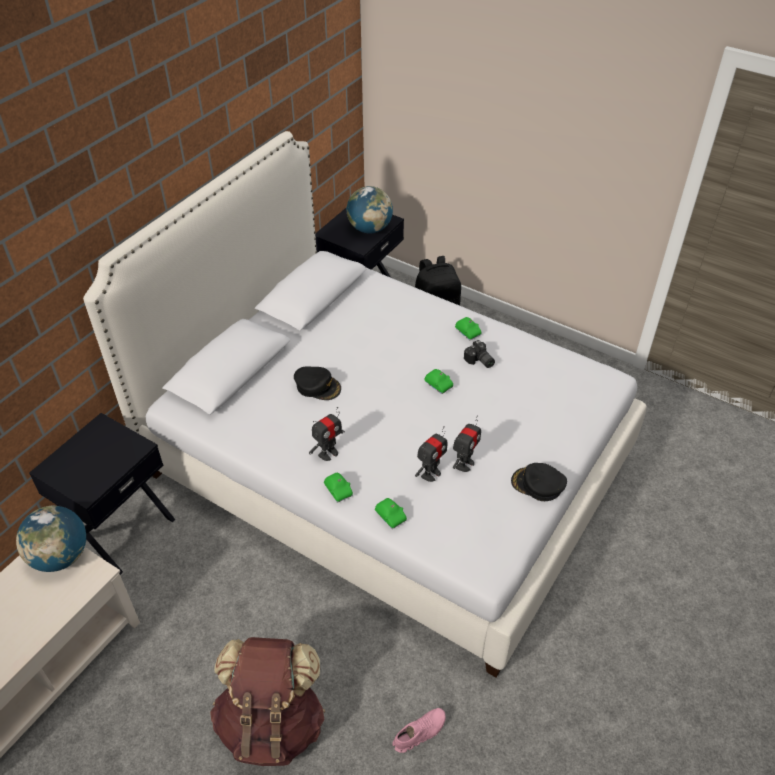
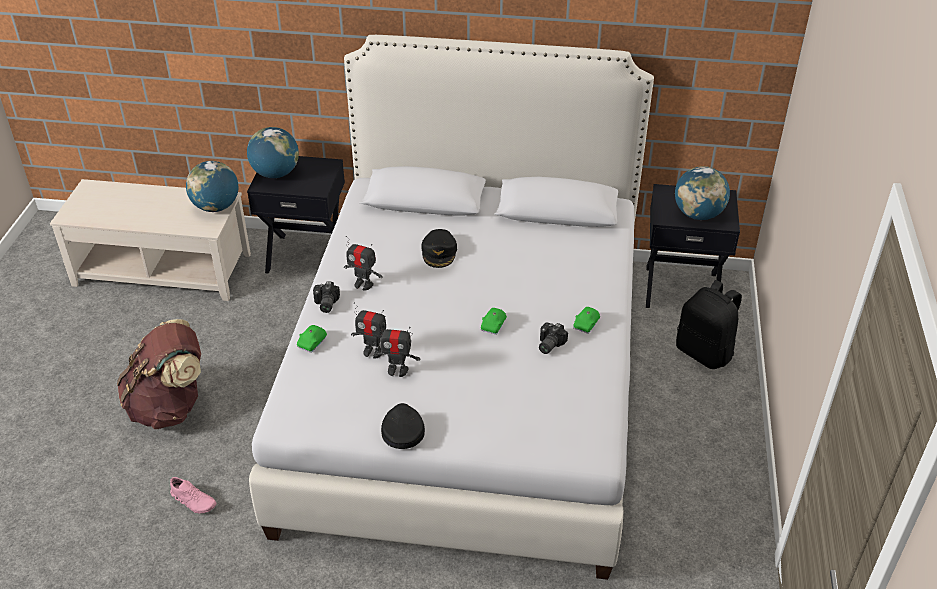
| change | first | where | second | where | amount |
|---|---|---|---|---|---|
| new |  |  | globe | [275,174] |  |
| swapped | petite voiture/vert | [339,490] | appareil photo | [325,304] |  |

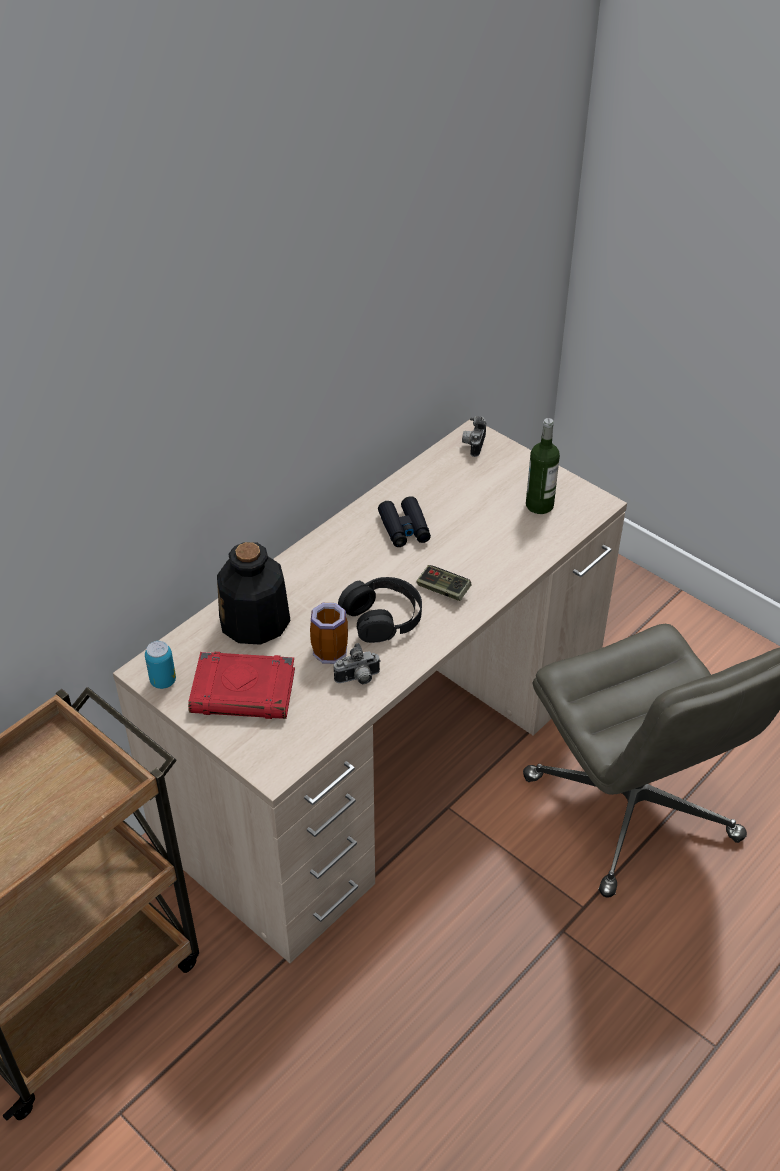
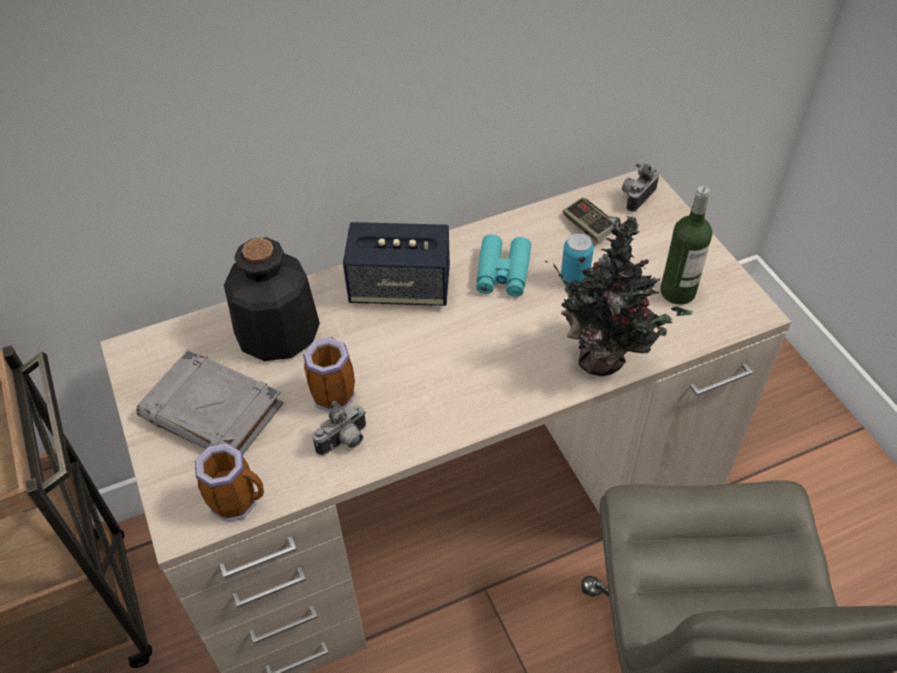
| change | first | where | second | where | amount |
|---|---|---|---|---|---|
| gone | casque audio/noir | [383,616] |  |  |  |
| new |  |  | mug | [239,501] |  |
| new |  |  | enceinte | [400,288] |  |
| new |  |  | plante en pot | [606,359] |  |
| shifted | boîte métallique | [163,681] |  | [574,279] |  |
| shifted | manette | [443,589] |  | [588,227] |  |
| repainted | livre/rouge | [244,691] | livre/gris | [214,412] |  |
| repainted | jumelles/noir | [404,528] | jumelles/turquoise | [503,273] |  |
| rotated | appareil photo | [358,679] |  | [345,442] | 45 degrees counterclockwise |

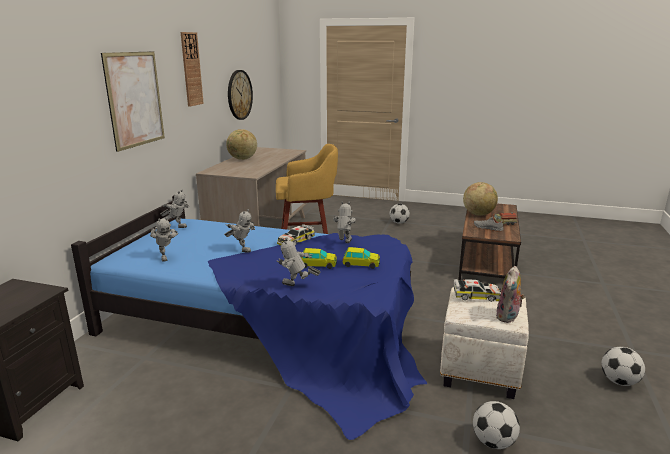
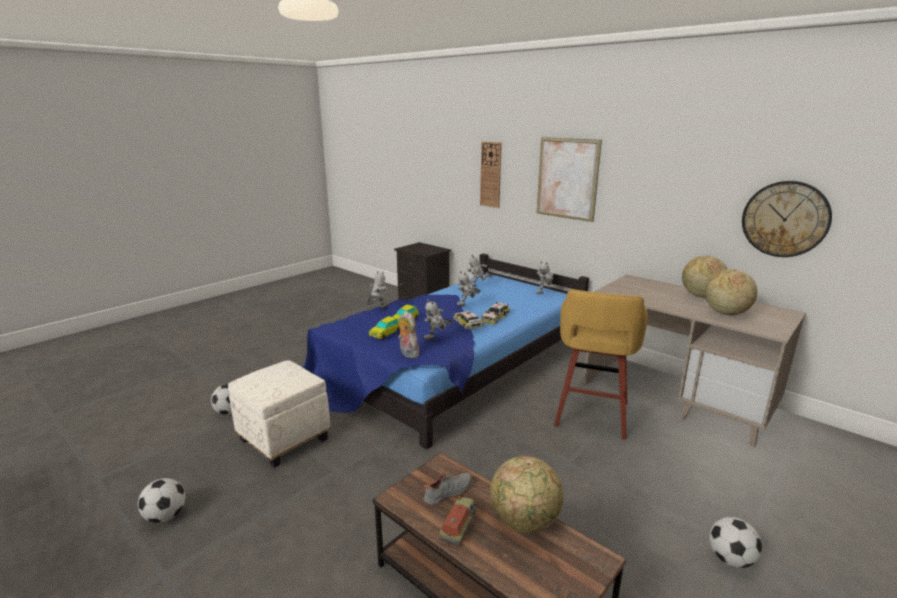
| change | first | where | second | where | amount |
|---|---|---|---|---|---|
| new |  |  | globe | [725,313] |  |
| shifted | horloge murale | [191,69] |  | [491,174] |  |
| shifted | petite voiture | [476,296] |  | [495,317] |  |
| shifted | peluche | [508,317] |  | [407,353] |  |
| rotated | robot jouet | [344,244] |  | [437,338] | 105 degrees clockwise |

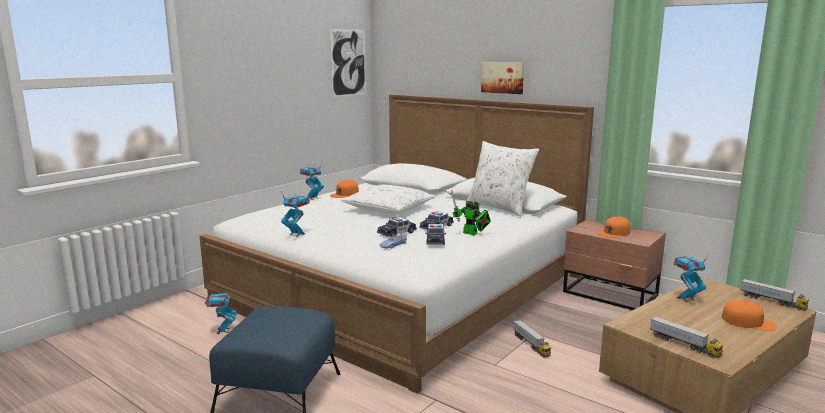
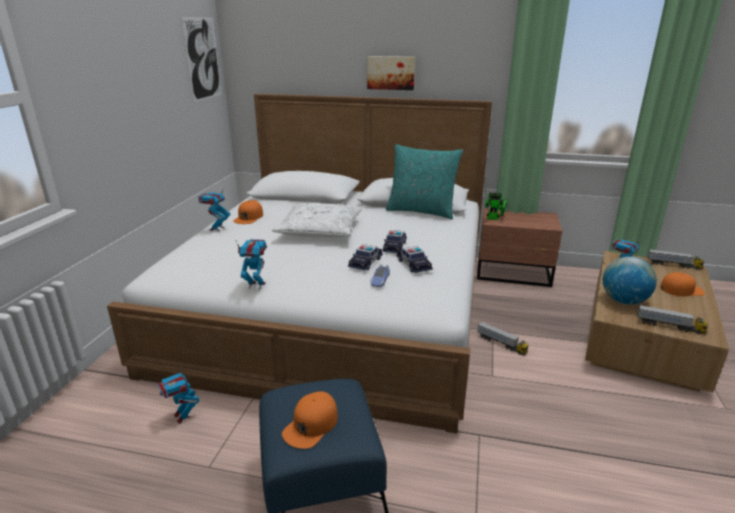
| change | first | where | second | where | amount |
|---|---|---|---|---|---|
| new |  |  | globe | [623,301] |  |
| shifted | robot jouet | [472,233] |  | [494,219] |  |
| shifted | casquette/orange | [614,232] |  | [311,425] |  |
| repainted | coussin/blanc | [499,208] | coussin/turquoise | [421,211] |  |

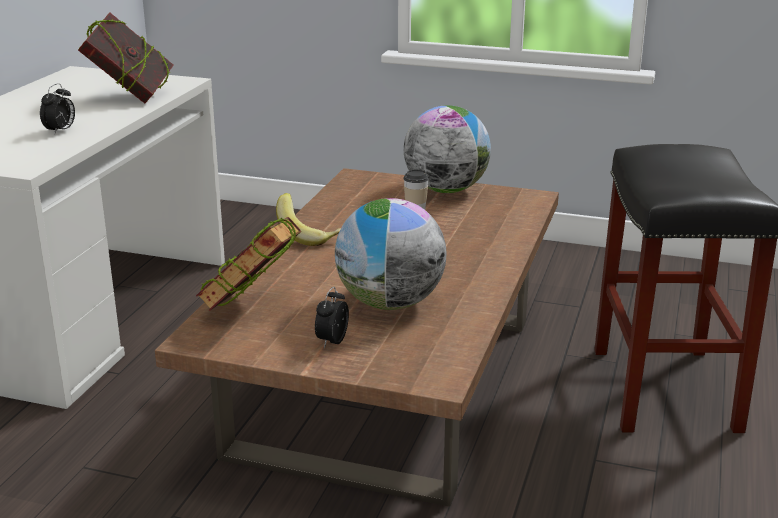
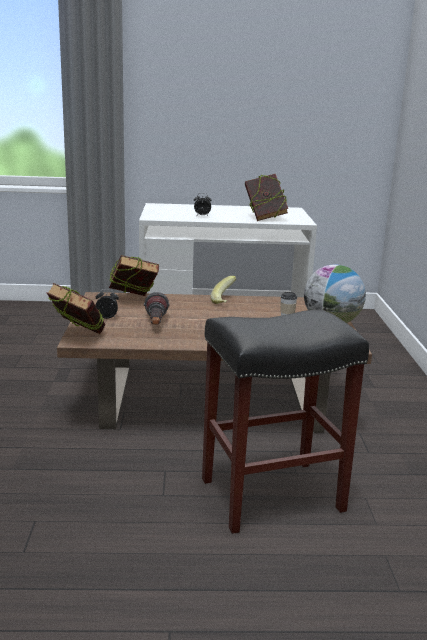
| change | first | where | second | where | amount |
|---|---|---|---|---|---|
| new |  |  | livre | [78,337] |  |
| swapped | globe | [390,303] | lampe de poche | [156,324] |  |

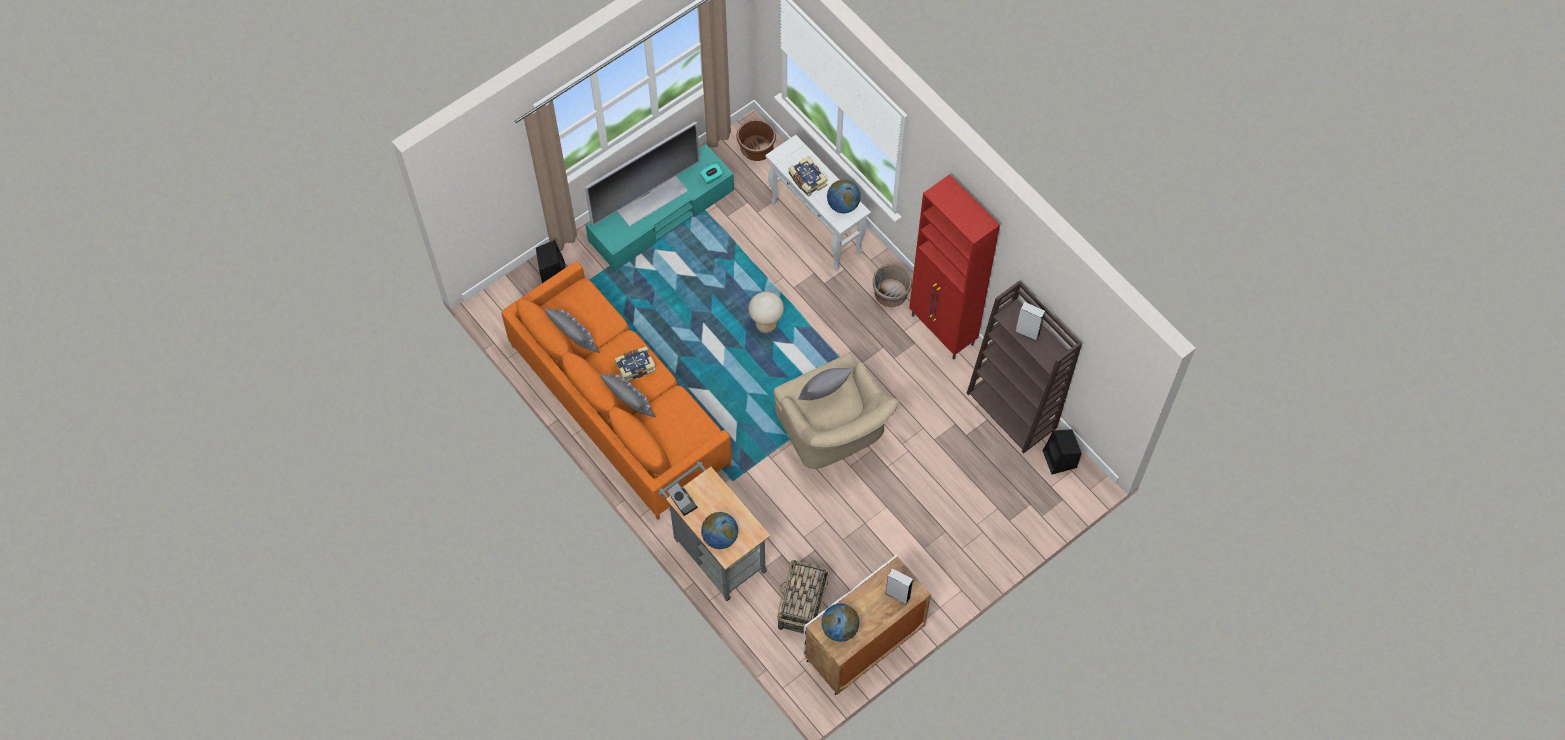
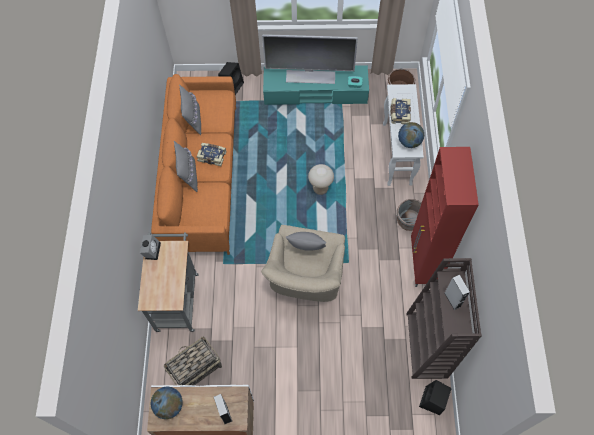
| change | first | where | second | where | amount |
|---|---|---|---|---|---|
| gone | globe | [720,537] |  |  |  |

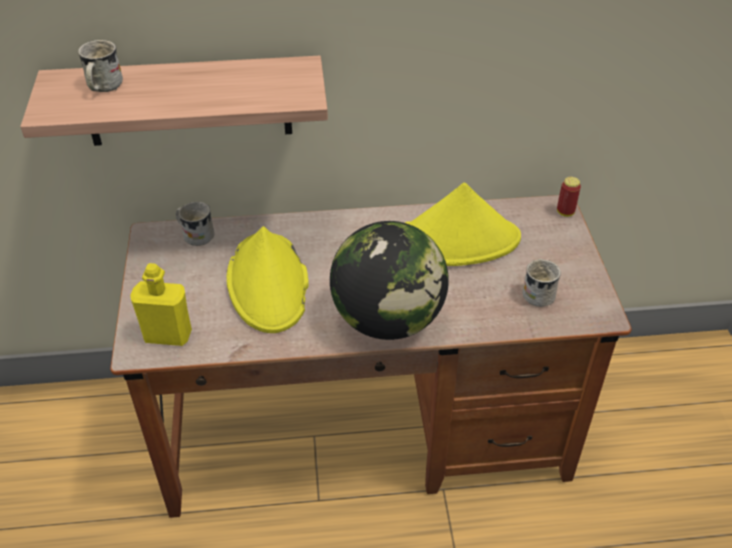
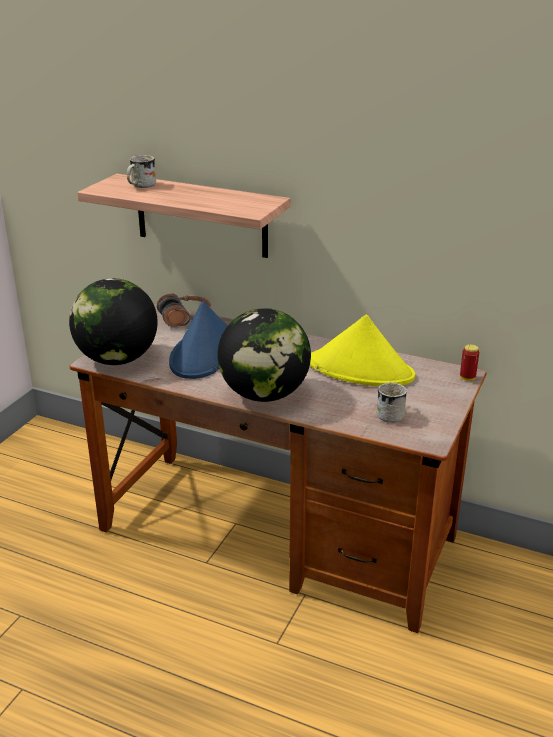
| change | first | where | second | where | amount |
|---|---|---|---|---|---|
| swapped | bouteille/jaune | [168,335] | globe | [117,359] |  |
| swapped | mug/blanc | [195,234] | casque audio | [185,318] |  |
| repainted | chapeau/jaune | [268,283] | chapeau/bleu | [205,354] |  |

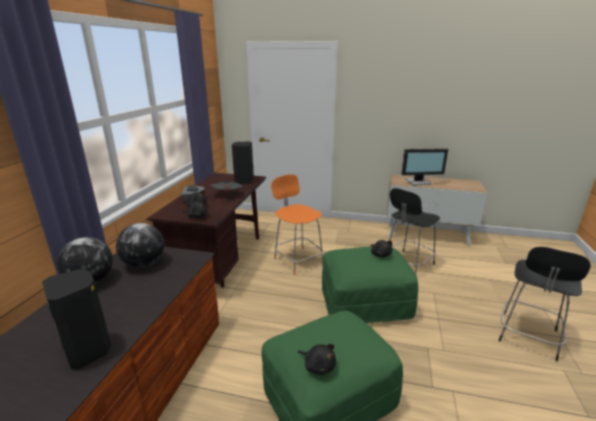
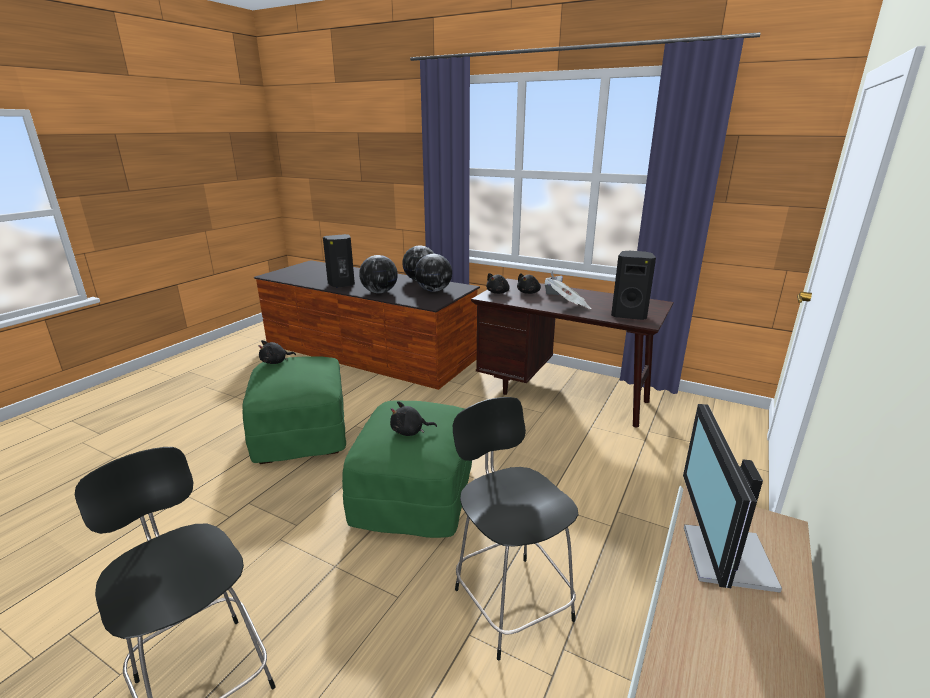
| change | first | where | second | where | amount |
|---|---|---|---|---|---|
| gone | chaise/orange | [297,260] |  |  |  |
| new |  |  | globe | [379,292] |  |

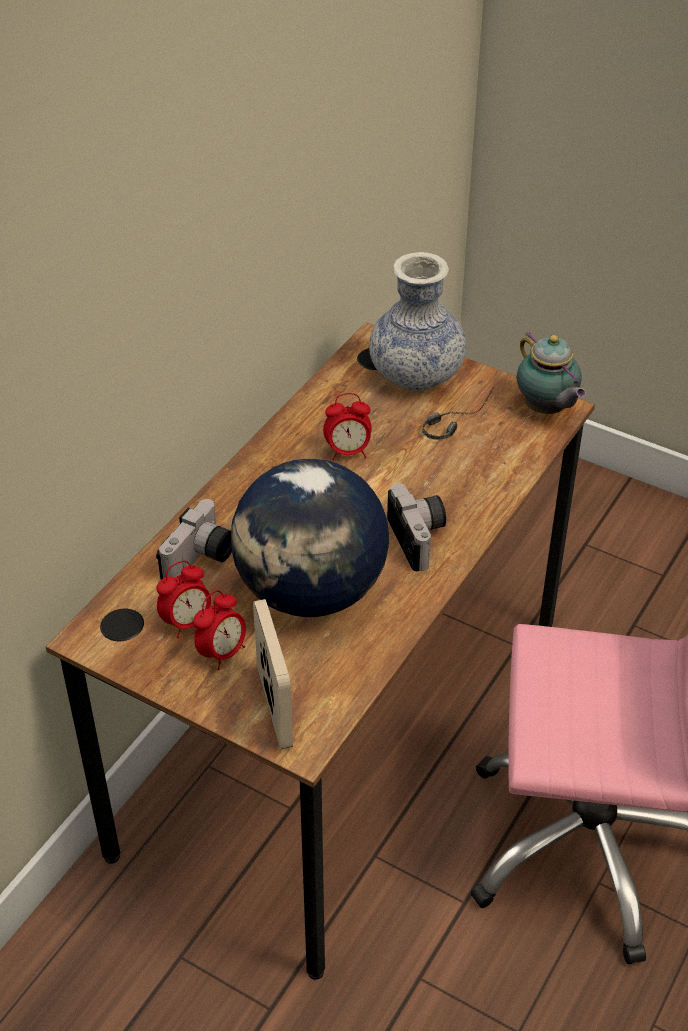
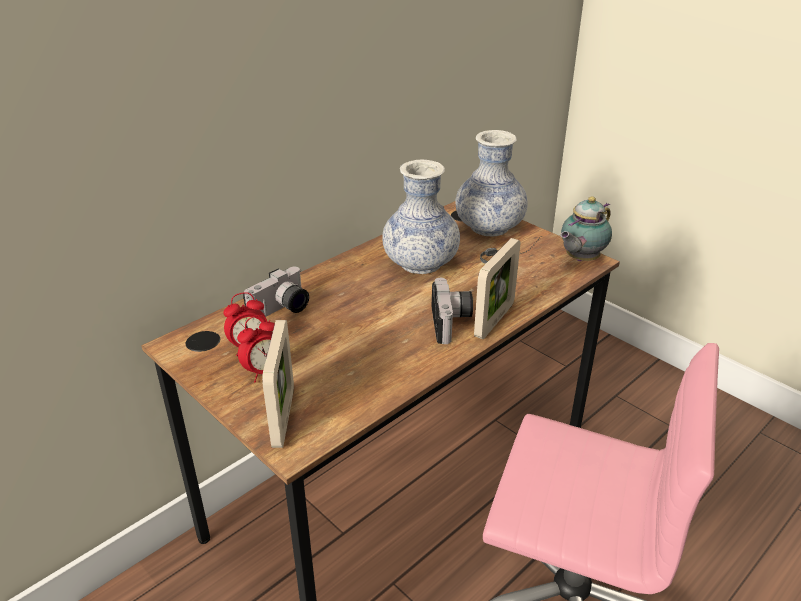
| change | first | where | second | where | amount |
|---|---|---|---|---|---|
| gone | globe | [311,592] |  |  |  |
| new |  |  | cadre photo | [494,320] |  |
| swapped | réveil | [348,452] | vase | [420,263] |  |
| rotated | théière | [546,410] |  | [580,259] | 60 degrees clockwise |

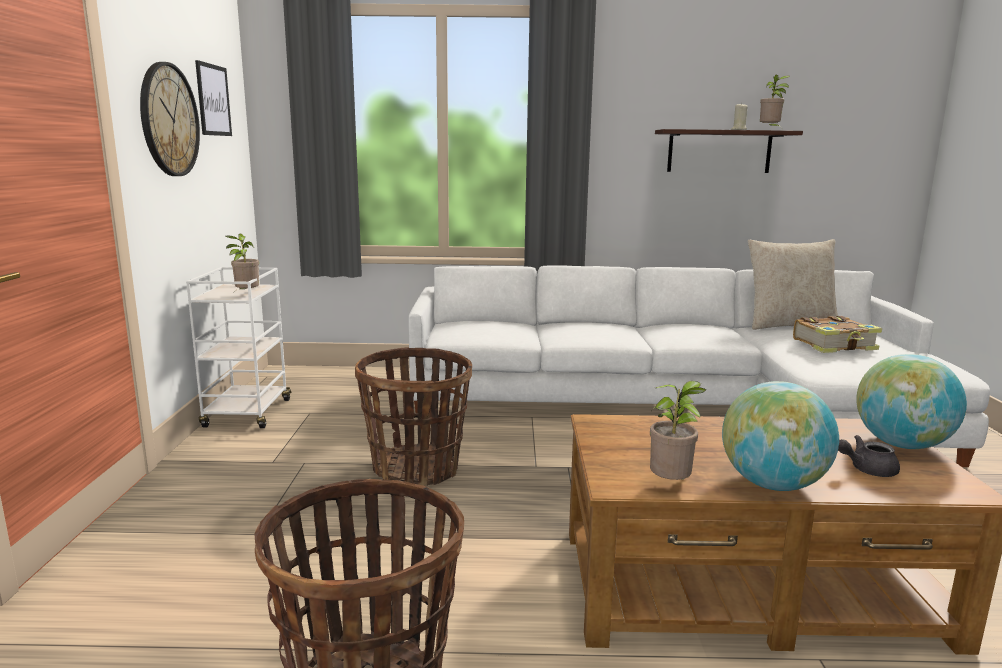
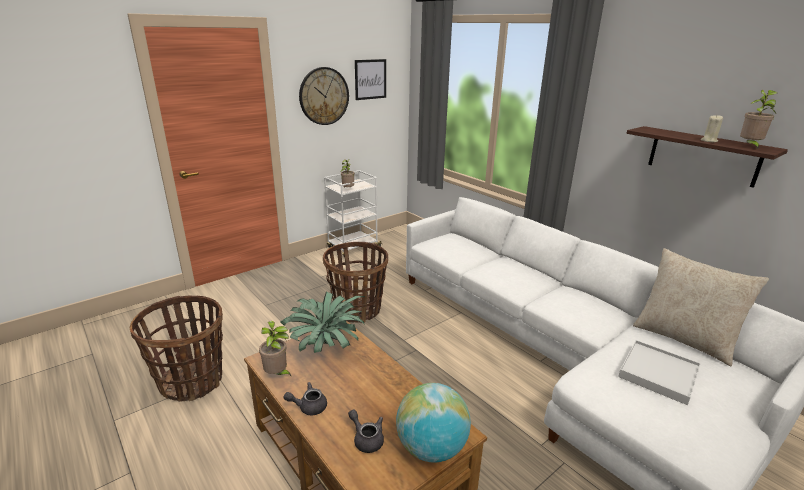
| change | first | where | second | where | amount |
|---|---|---|---|---|---|
| new |  |  | plante en pot | [327,346] |  |
| swapped | globe | [772,484] | théière/gris | [308,407] |  |
| swapped | livre | [835,345] | plateau/blanc | [658,373] |  |

